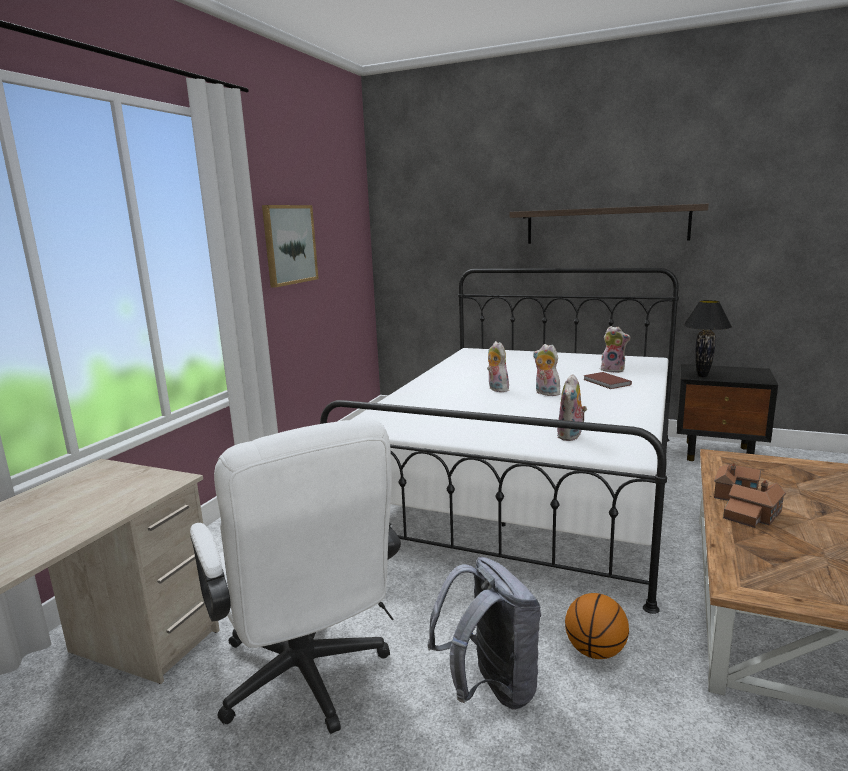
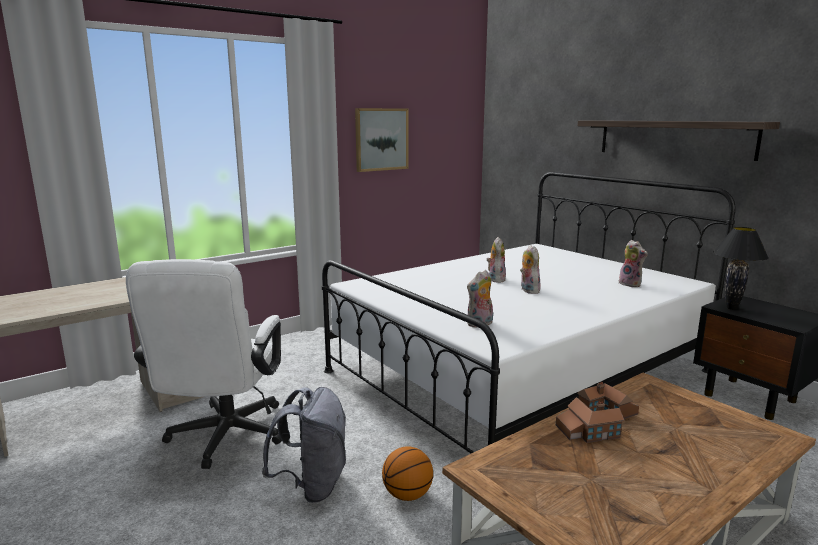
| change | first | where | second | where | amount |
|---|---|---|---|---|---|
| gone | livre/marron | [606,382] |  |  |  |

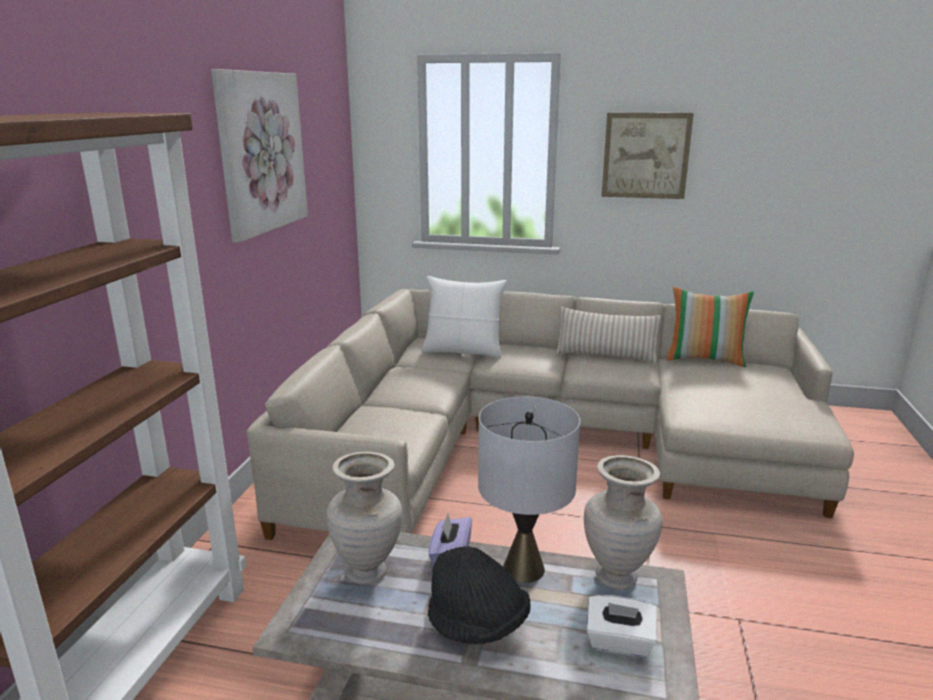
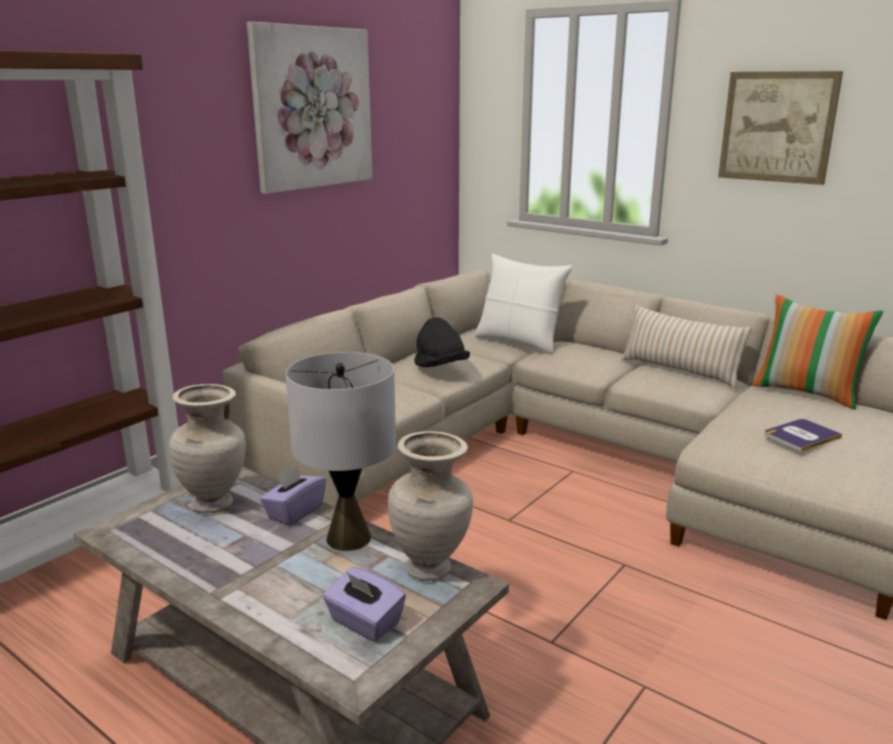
| change | first | where | second | where | amount |
|---|---|---|---|---|---|
| new |  |  | livre | [801,436] |  |
| shifted | chapeau/noir | [477,625] |  | [440,368] |  |
| repainted | boîte à mouchoirs/blanc | [619,643] | boîte à mouchoirs/violet | [364,622] |  |

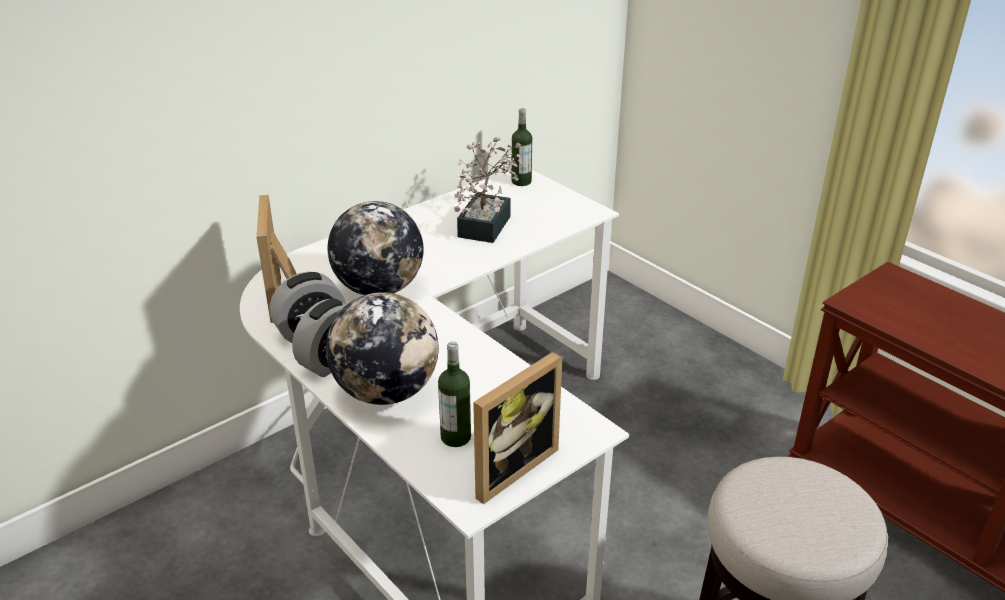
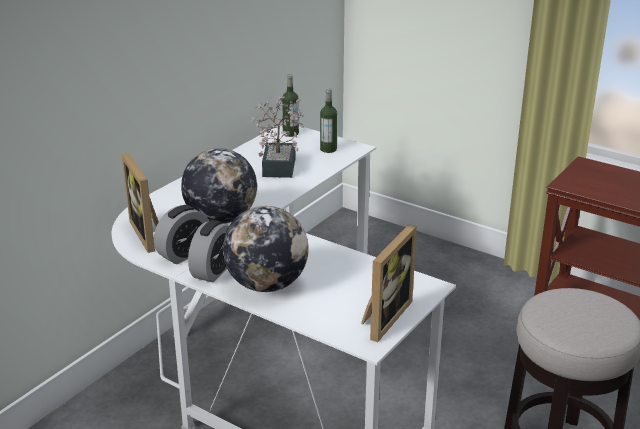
| change | first | where | second | where | amount |
|---|---|---|---|---|---|
| shifted | bouteille | [455,437] |  | [328,149] |  |

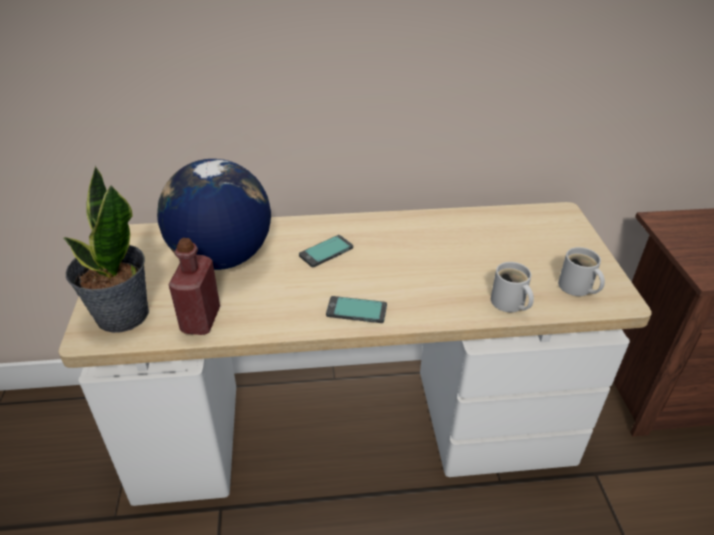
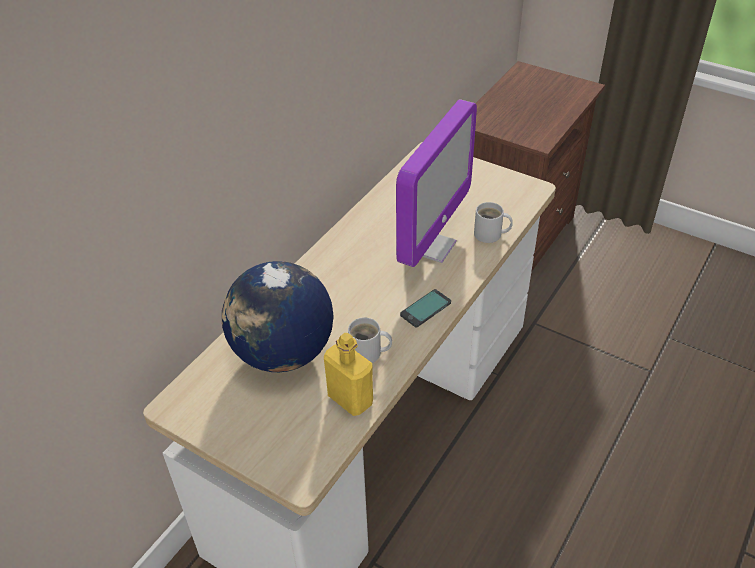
| change | first | where | second | where | amount |
|---|---|---|---|---|---|
| gone | plante en pot | [121,315] |  |  |  |
| gone | téléphone | [326,252] |  |  |  |
| new |  |  | écran d'ordinateur | [430,246] |  |
| shifted | mug/blanc | [576,288] |  | [368,354] |  |
| repainted | bouteille/rouge | [201,320] | bouteille/jaune | [350,399] |  |

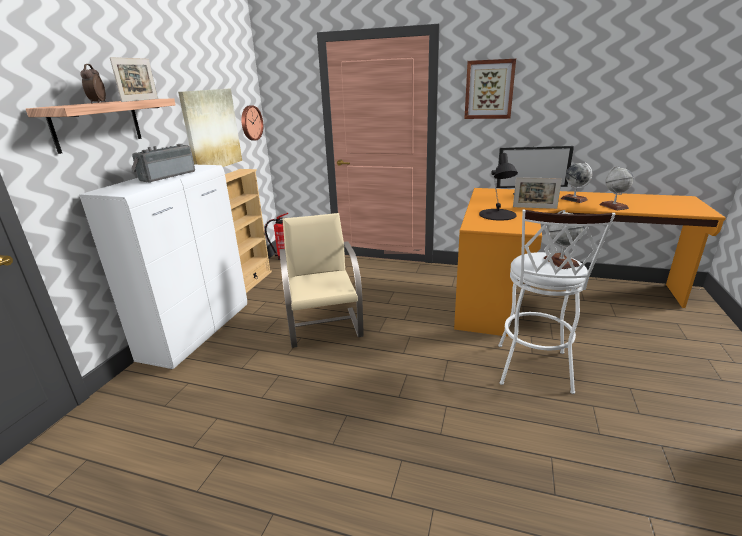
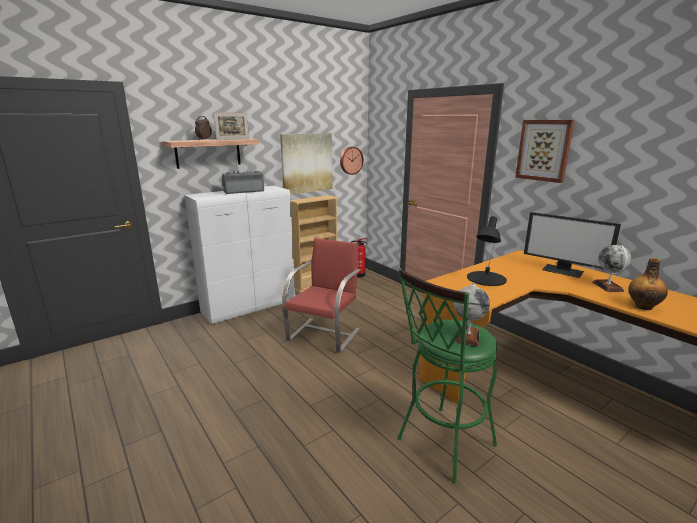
| change | first | where | second | where | amount |
|---|---|---|---|---|---|
| gone | cadre photo | [534,207] |  |  |  |
| swapped | globe | [613,206] | bouteille | [643,306] |  |
| repainted | chaise/beige | [324,326] | chaise/rouge | [325,334] |  |
| repainted | tabouret/blanc | [533,372] | tabouret/vert | [441,445] |  |

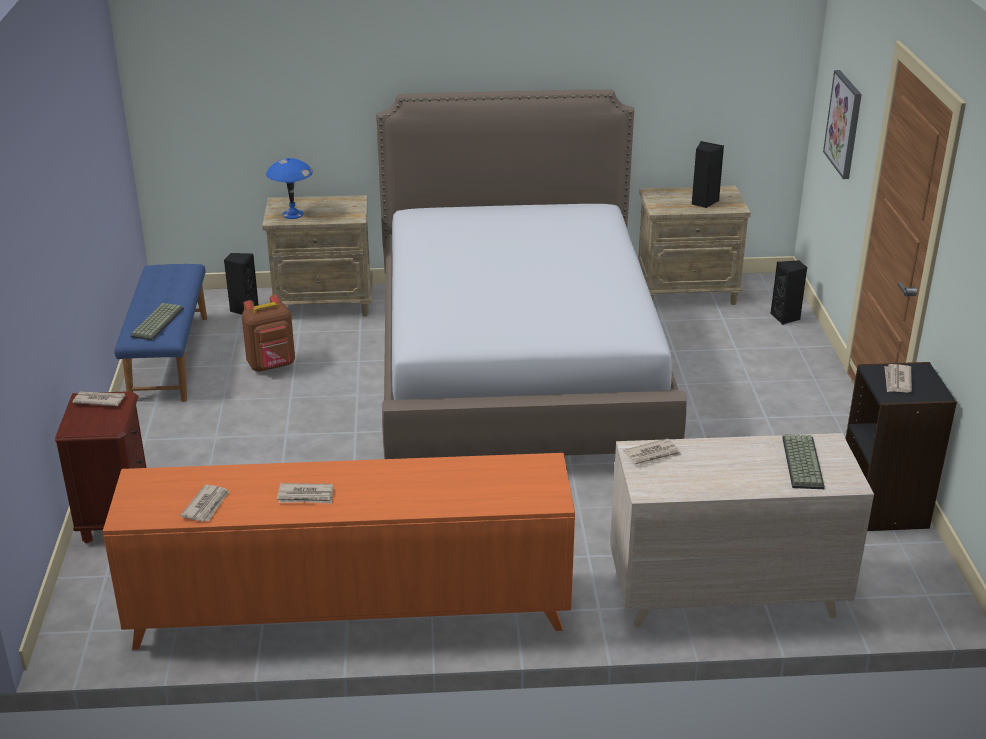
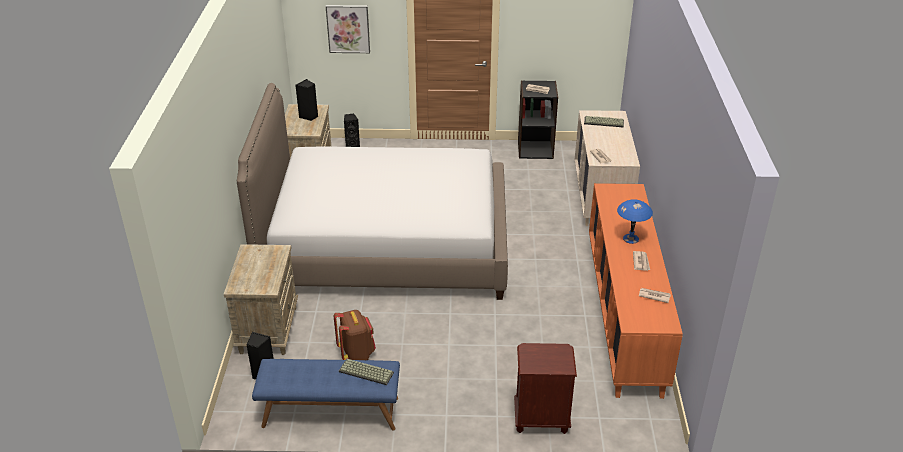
| change | first | where | second | where | amount |
|---|---|---|---|---|---|
| gone | journal | [99,400] |  |  |  |
| shifted | lampe de table/bleu | [292,214] |  | [631,239] |  |

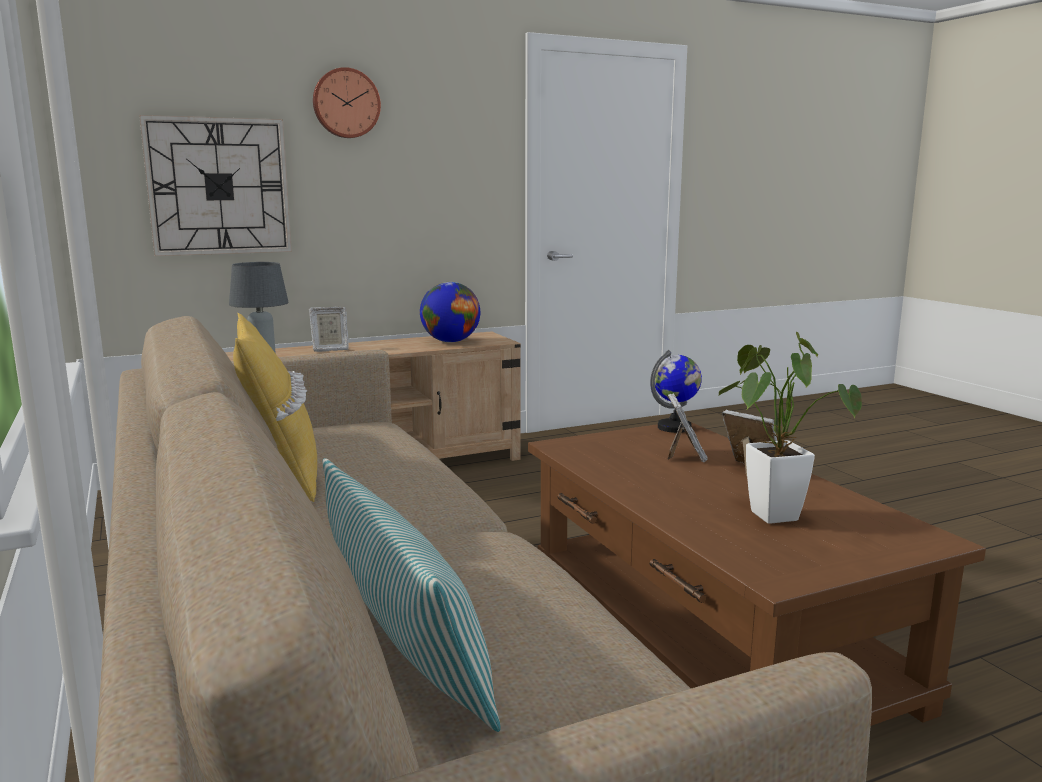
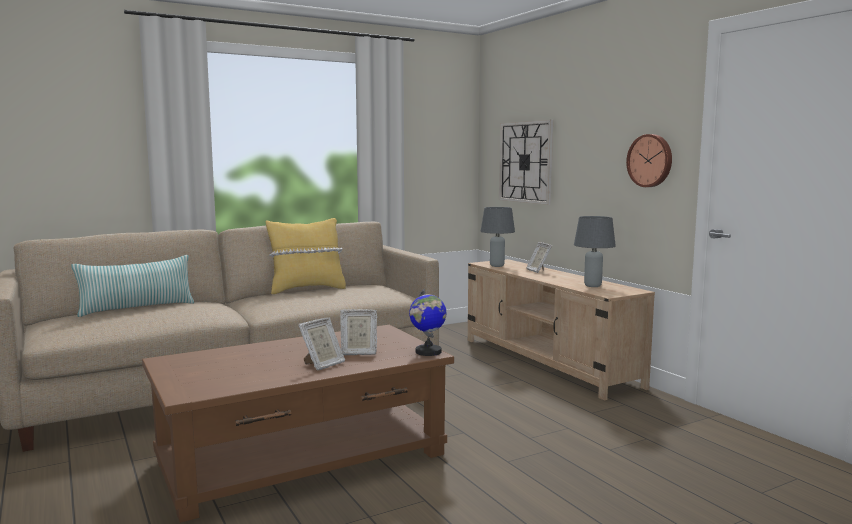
| change | first | where | second | where | amount |
|---|---|---|---|---|---|
| gone | plante en pot | [769,512] |  |  |  |
| shifted | horloge murale | [346,103] |  | [650,160] |  |
| swapped | globe | [450,341] | lampe de table/gris | [592,286] |  |

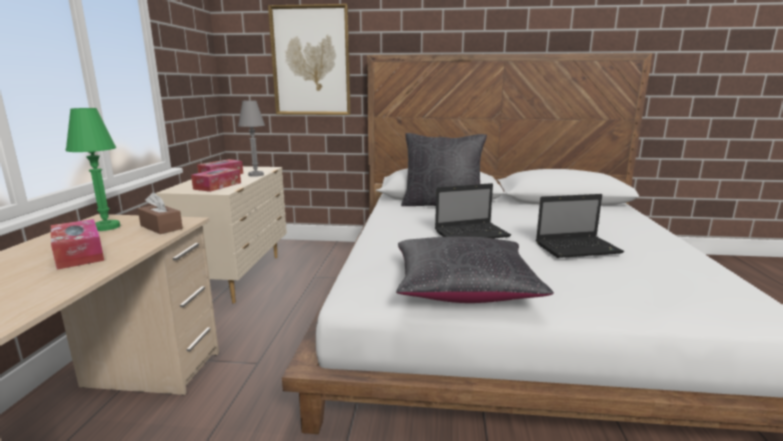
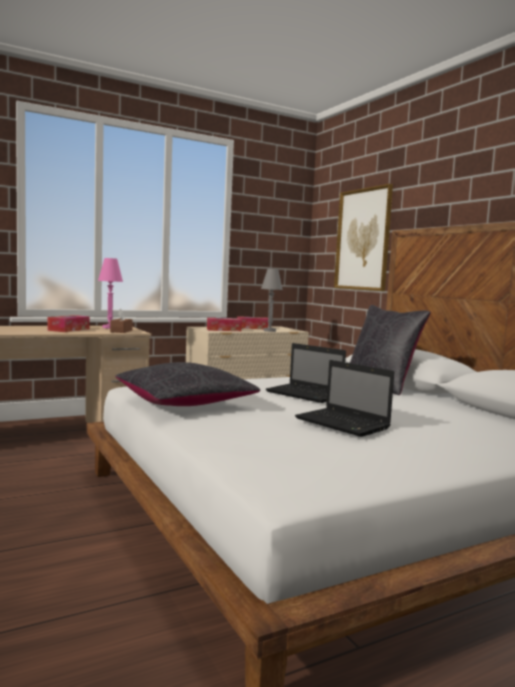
| change | first | where | second | where | amount |
|---|---|---|---|---|---|
| repainted | lampe de table/vert | [106,227] | lampe de table/rose | [109,327] |  |

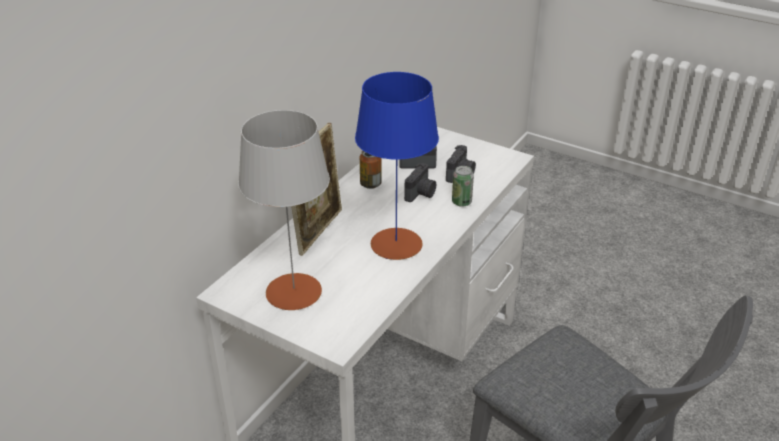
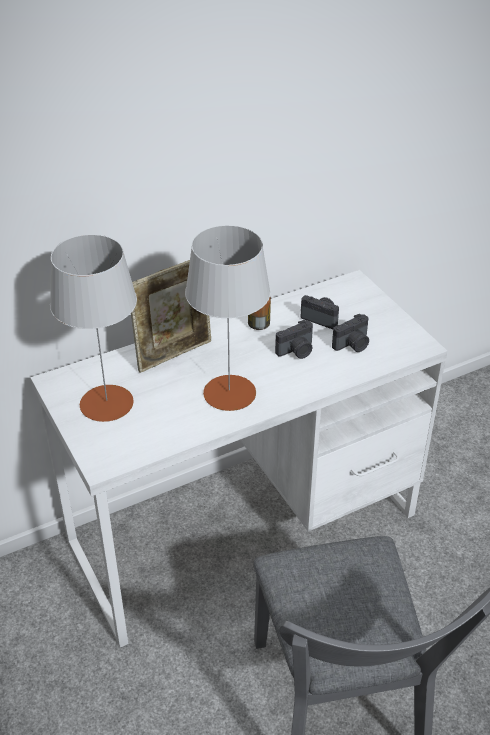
| change | first | where | second | where | amount |
|---|---|---|---|---|---|
| gone | boîte métallique | [461,202] |  |  |  |
| repainted | lampe de table/bleu | [396,244] | lampe de table/gris | [229,393] |  |

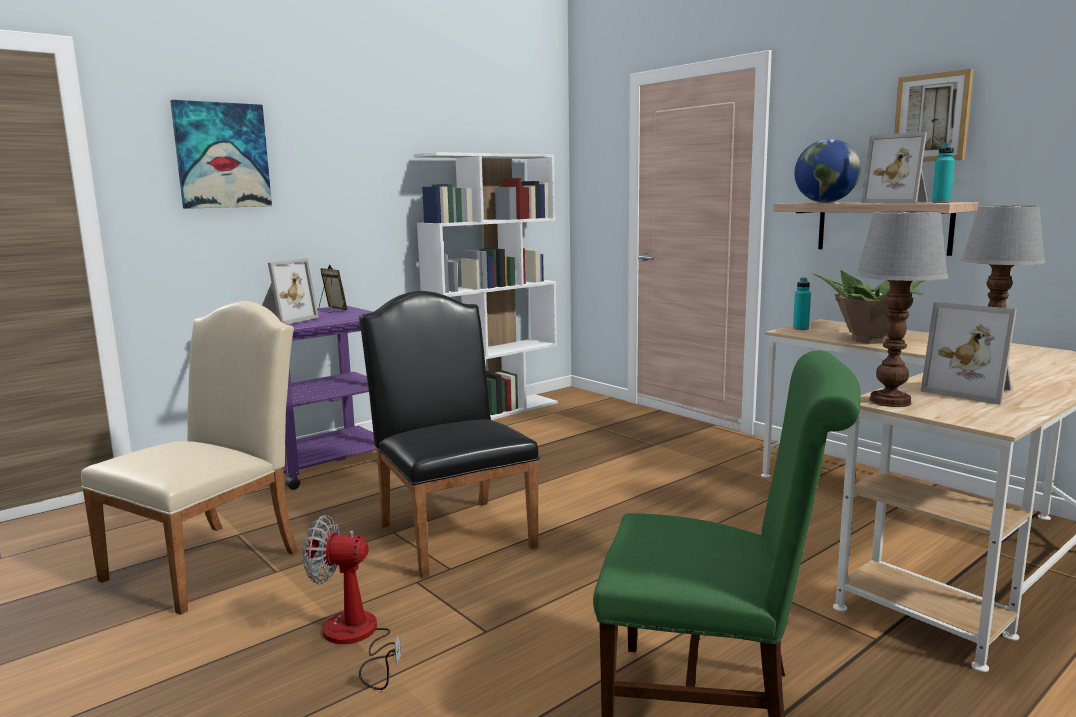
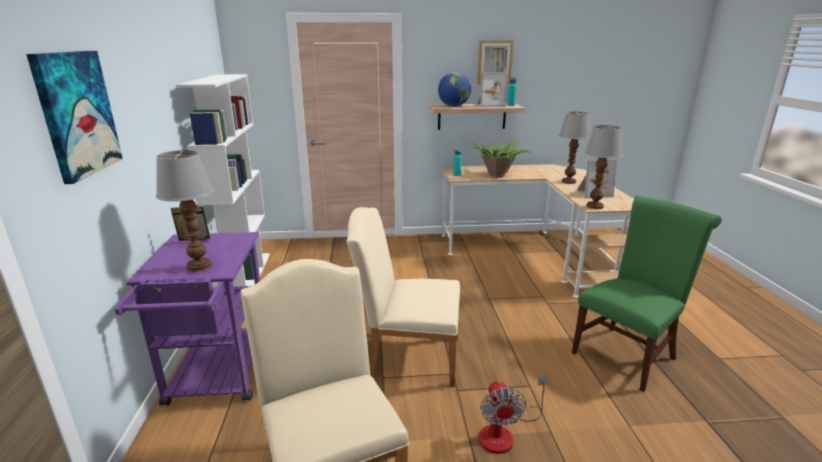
| change | first | where | second | where | amount |
|---|---|---|---|---|---|
| swapped | cadre photo | [284,320] | lampe de table | [198,266] |  |
| repainted | chaise/noir | [452,531] | chaise/beige | [407,356] |  |
| rotated | ventilateur | [357,639] |  | [504,433] | 45 degrees counterclockwise |

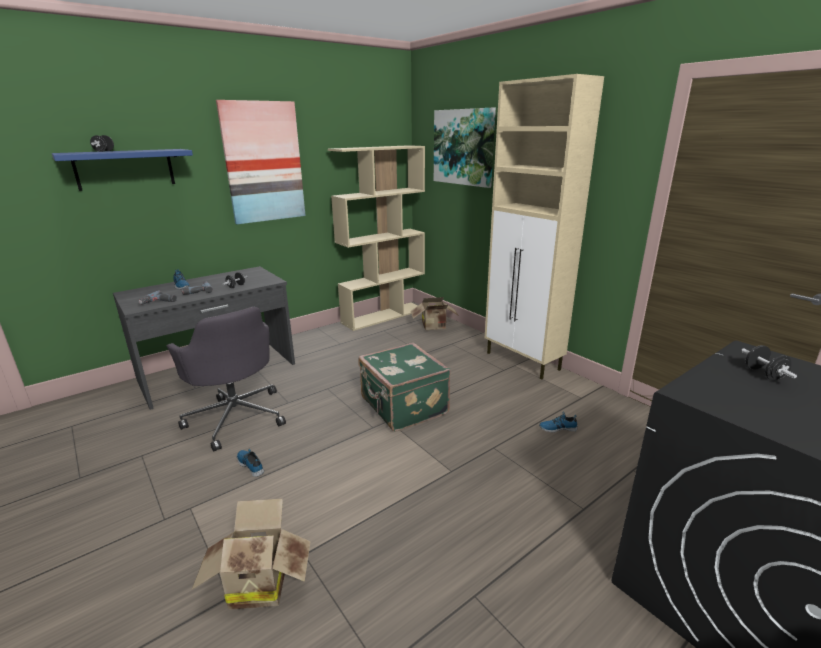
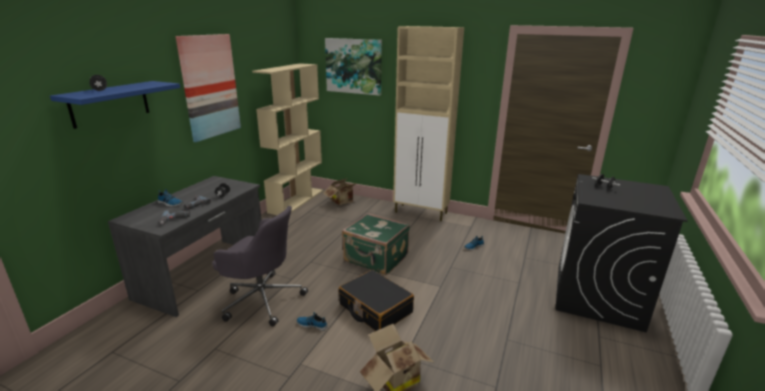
| change | first | where | second | where | amount |
|---|---|---|---|---|---|
| new |  |  | valise/noir | [375,309] |  |

